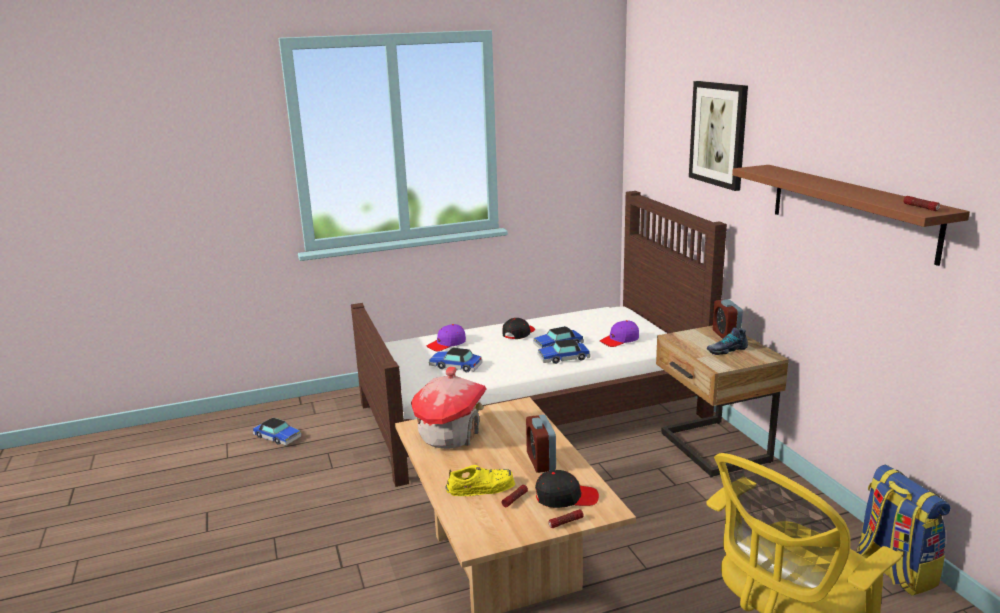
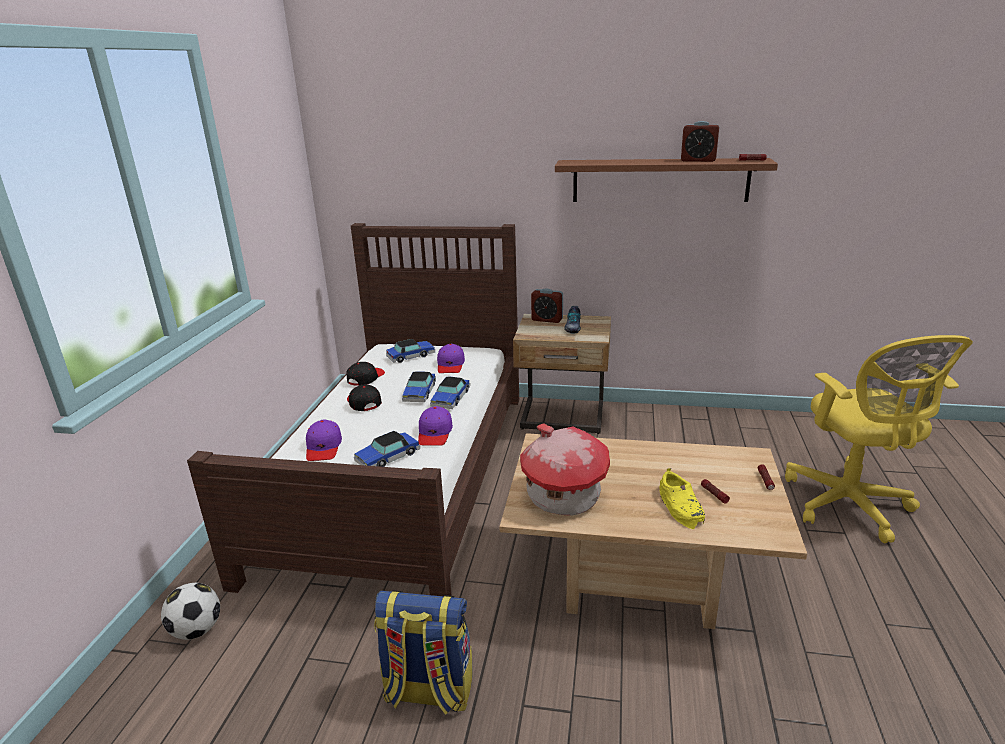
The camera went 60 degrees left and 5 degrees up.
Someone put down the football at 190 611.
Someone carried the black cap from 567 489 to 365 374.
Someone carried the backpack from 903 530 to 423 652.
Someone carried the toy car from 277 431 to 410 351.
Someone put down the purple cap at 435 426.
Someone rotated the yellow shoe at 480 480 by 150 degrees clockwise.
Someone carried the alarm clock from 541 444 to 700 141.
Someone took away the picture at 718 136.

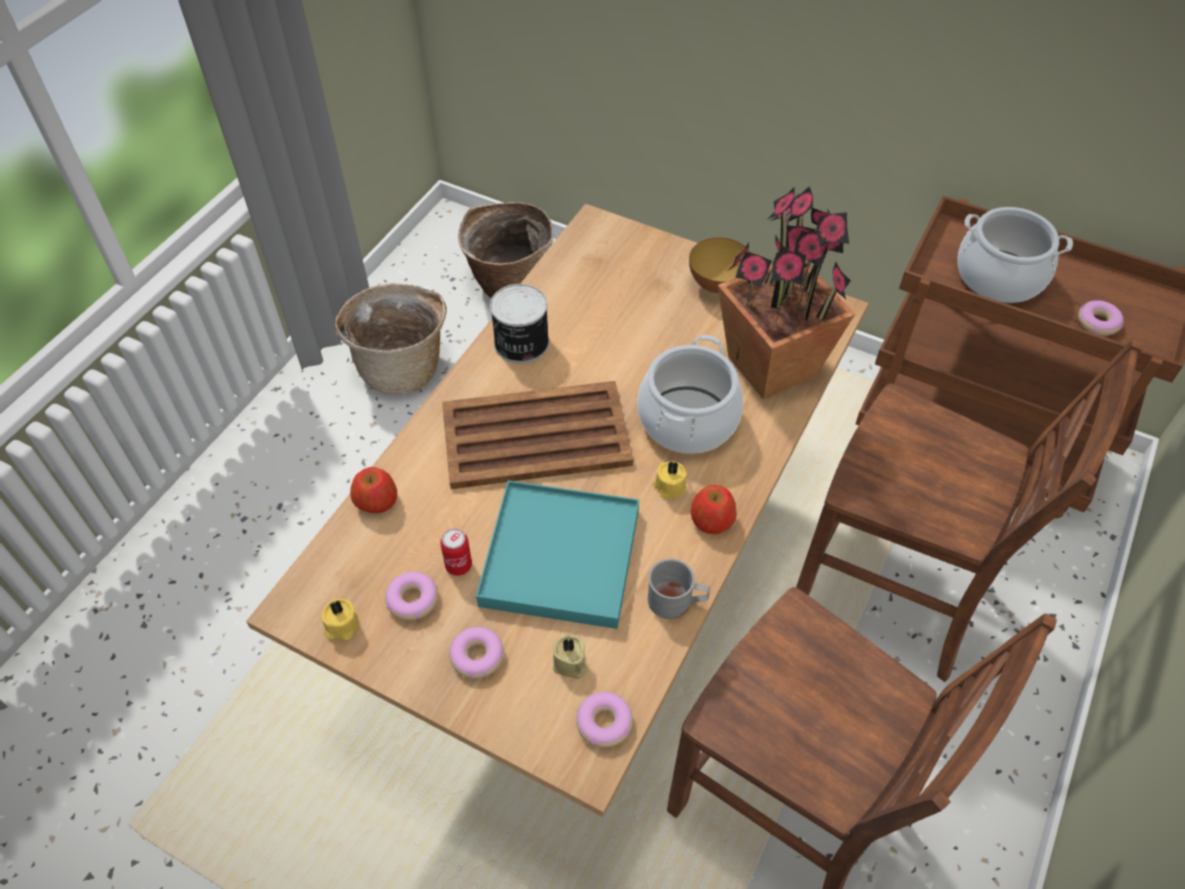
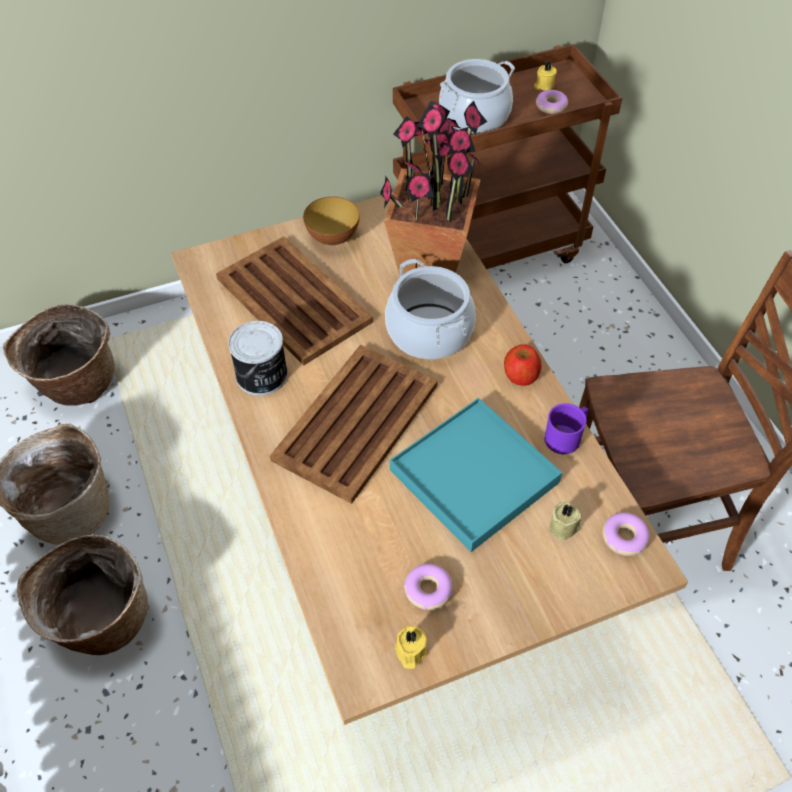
The camera went 50 degrees left and 0 degrees up.
Someone put down the basket at 82 595.
Someone put down the brown tray at 294 300.
Someone carried the yellow candle from 670 480 to 545 75.
Someone repainted the grey mug at 679 589, which became the purple mug at 566 428.
Someone took away the apple at 373 490.
Someone took away the can at 456 552.
Someone took away the donut at 476 653.
Someone took away the brown chair at 969 511.

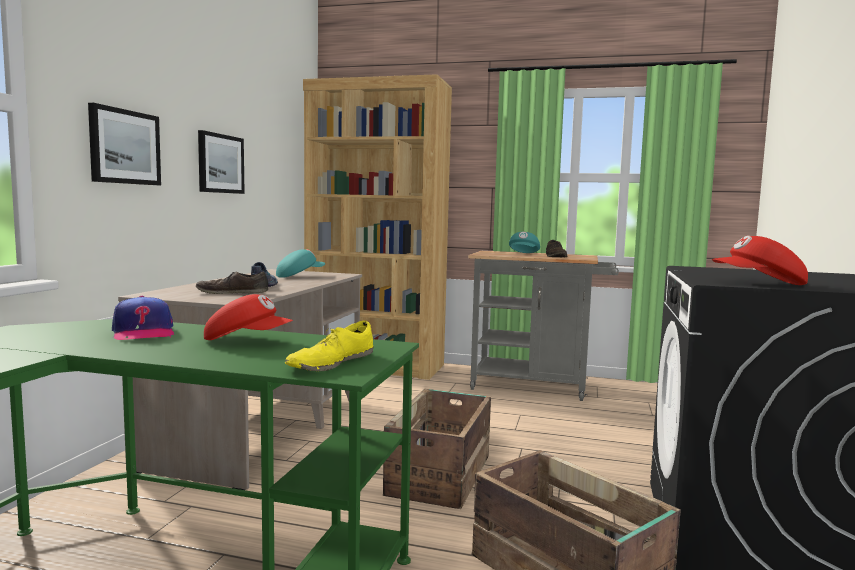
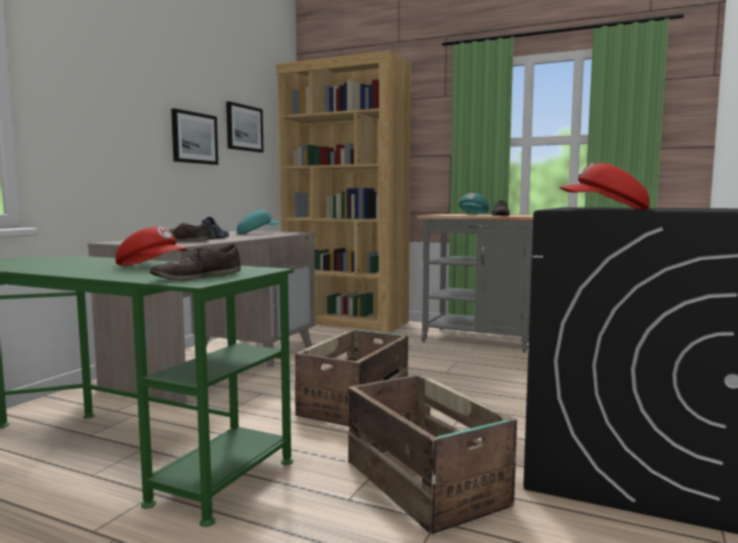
The camera went 10 degrees right and 0 degrees up.
Someone repainted the yellow shoe at 329 345, which became the brown shoe at 195 262.
Someone carried the picture from 124 144 to 245 126.
Someone took away the cap at 143 317.

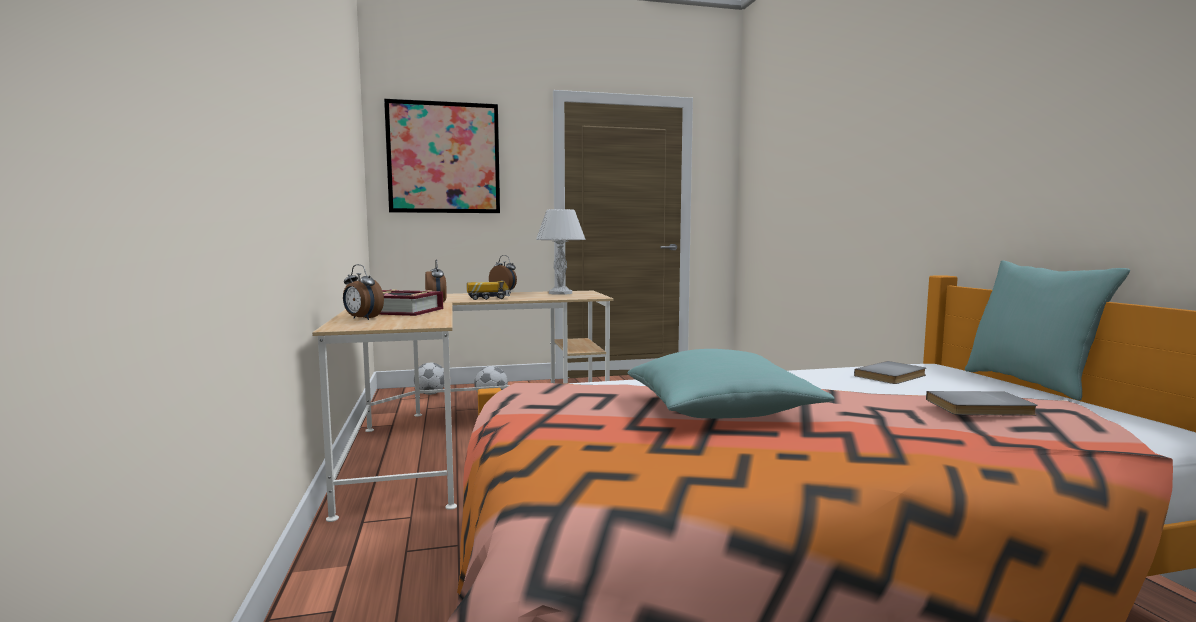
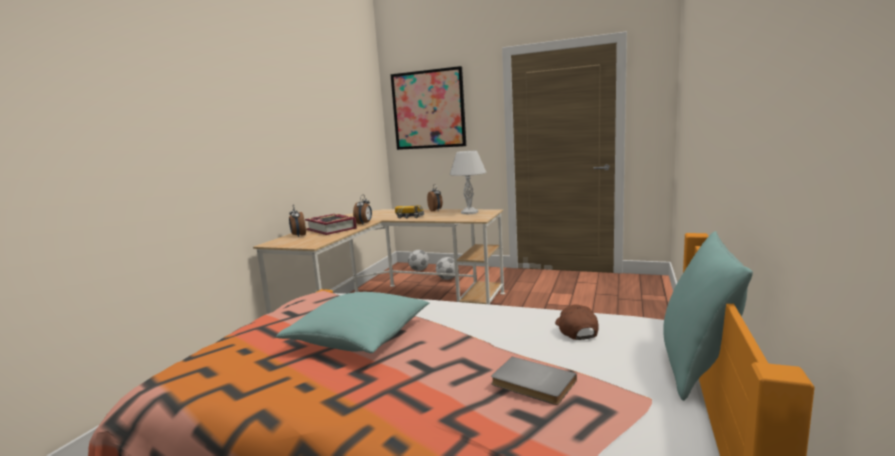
The camera went 35 degrees right and 5 degrees up.
Someone swapped the grey book at 890 372 for the brown cap at 577 322.

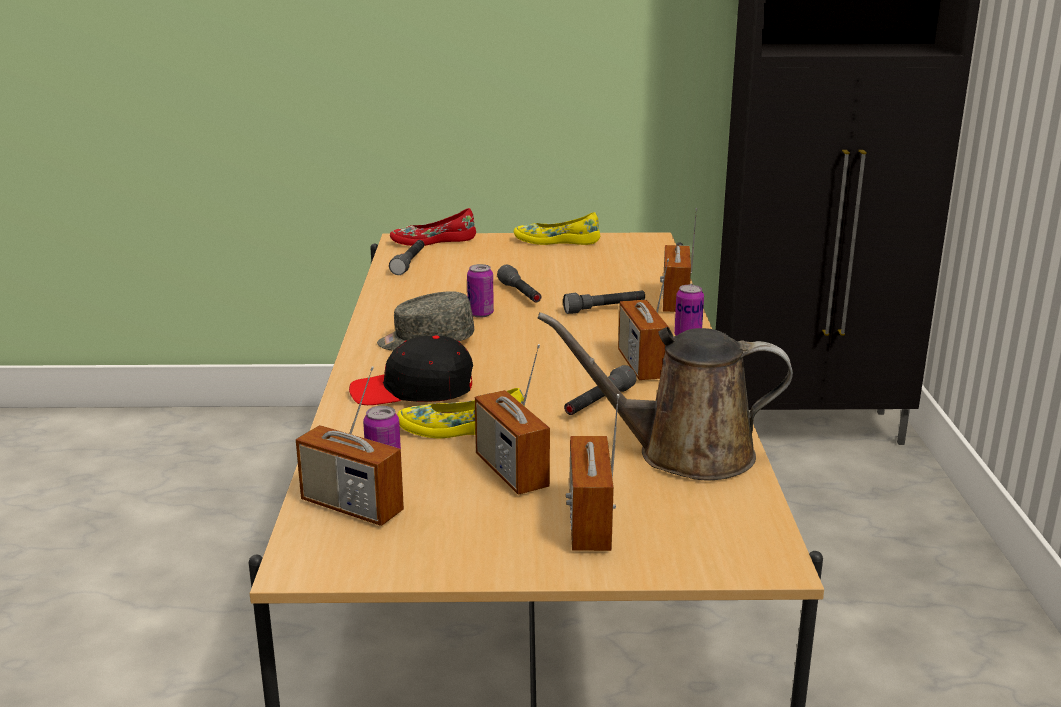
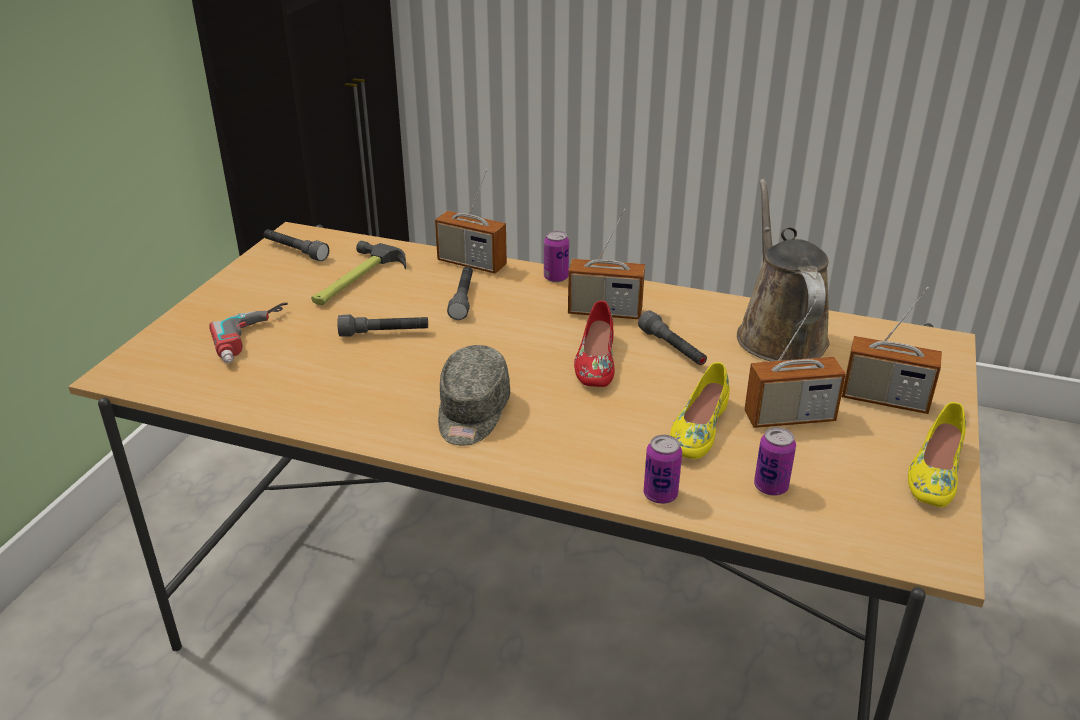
The camera went 70 degrees left and 10 degrees up.
Someone put down the power drill at 248 333.
Someone carried the grey flashlight from 406 257 to 296 245.
Someone put down the hammer at 358 273.
Someone carried the red shoe from 433 227 to 594 344.
Someone carried the can from 480 290 to 663 469.
Someone rotated the brown watering can at 665 396 by 150 degrees clockwise.
Someone carried the yellow shoe from 557 228 to 937 454.
Someone took away the radio at 350 446.
Someone took away the black cap at 411 370.

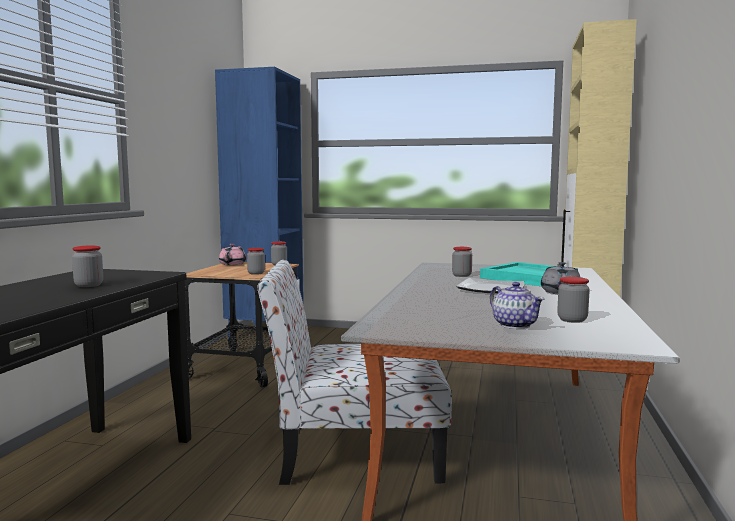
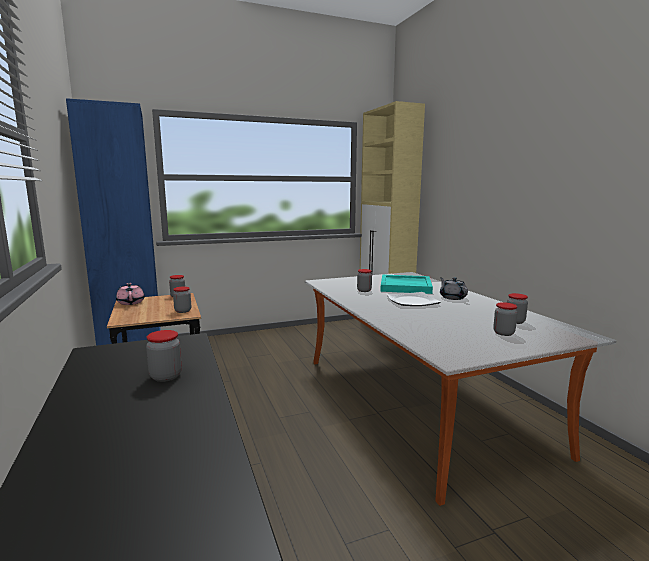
The camera went 35 degrees left and 5 degrees up.
Someone swapped the teapot at 517 305 for the jar at 505 319.
Someone took away the chair at 355 372.

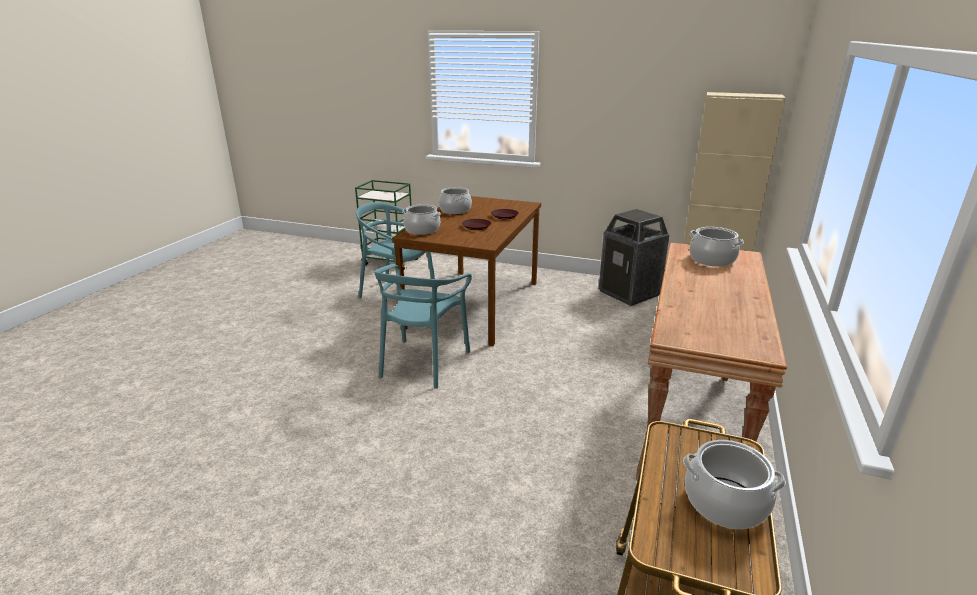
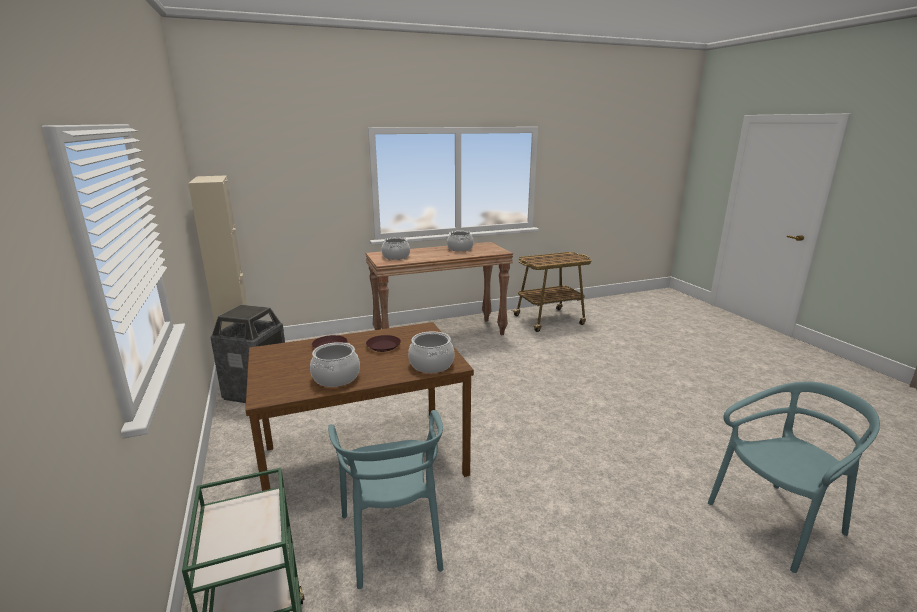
The camera went 130 degrees left and 5 degrees down.
Someone carried the cooking pot from 734 484 to 460 241.
Someone carried the turquoise chair from 423 326 to 794 477.

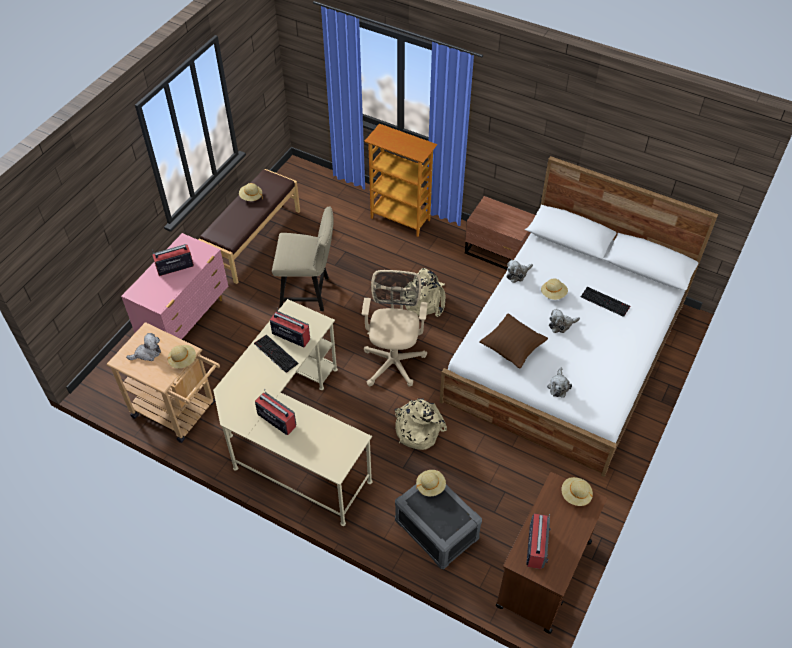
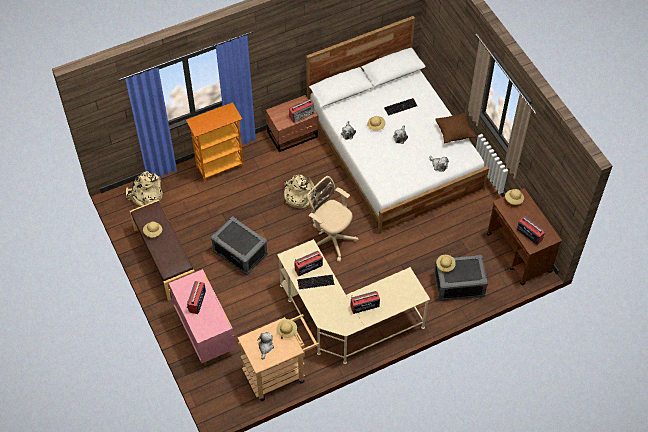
The camera went 55 degrees left and 5 degrees up.
Someone carried the beige backpack from 421 424 to 144 188.
Someone swapped the beige chair at 303 258 for the grey storage box at 239 245.
Someone put down the radio at 301 111.
Someone carried the brown pillow from 514 341 to 455 127.

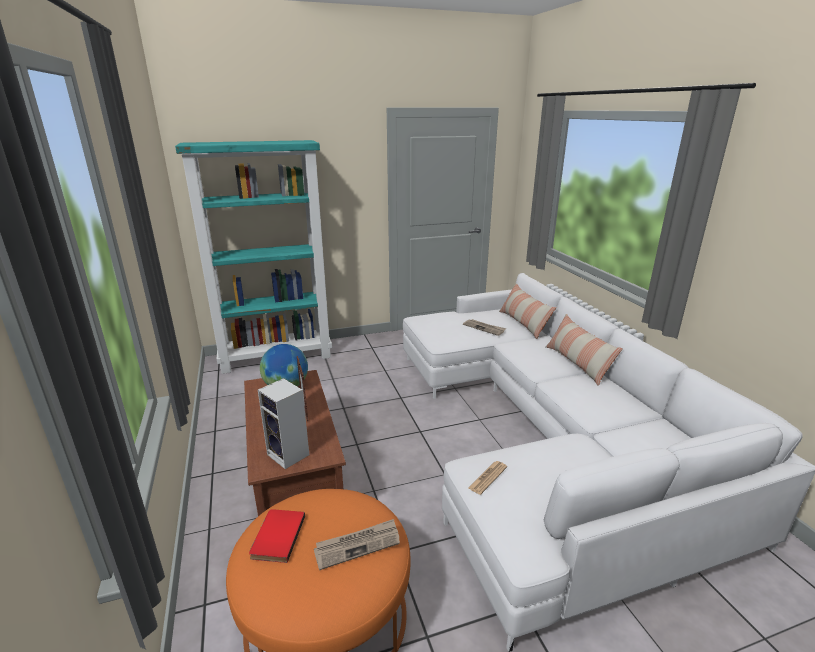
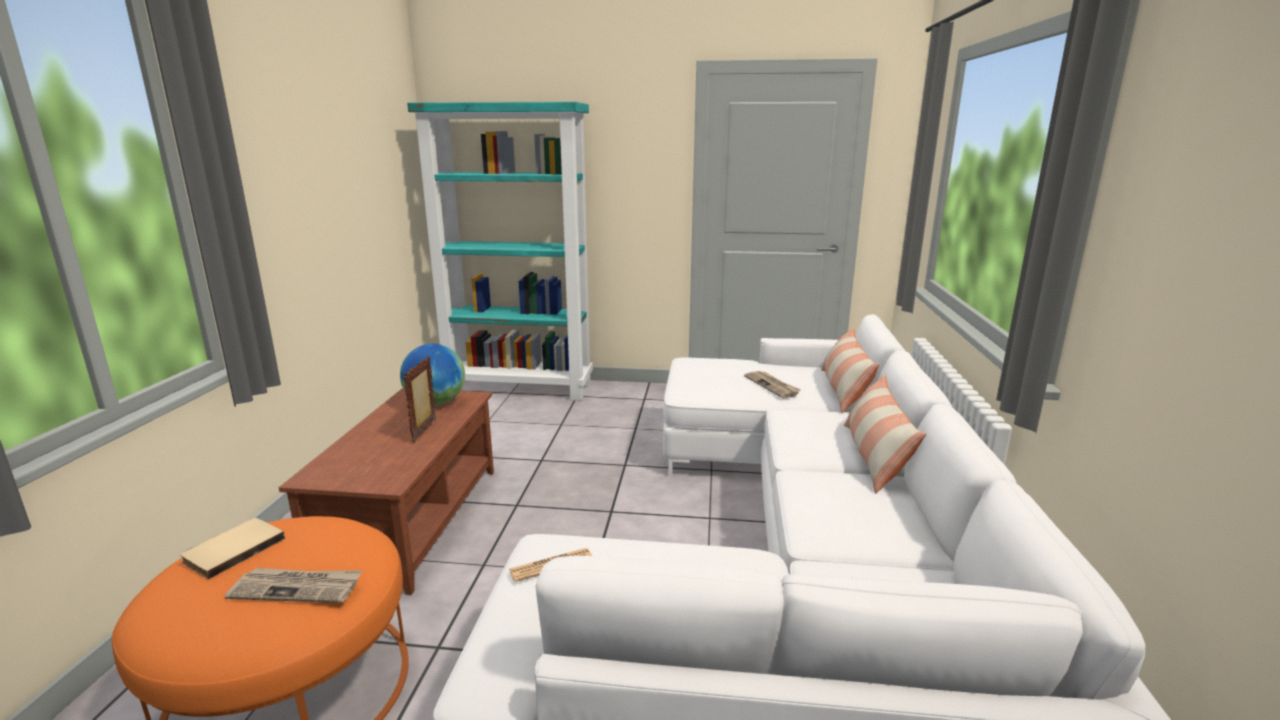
The camera went 25 degrees right and 5 degrees down.
Someone repainted the red book at 277 536, which became the beige book at 232 548.
Someone took away the speaker at 283 423.

